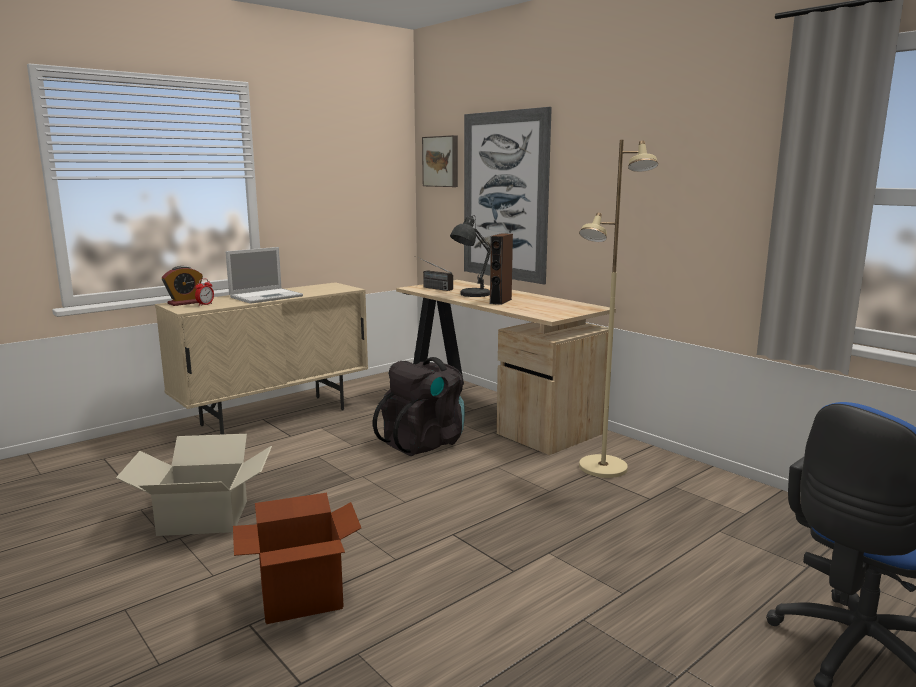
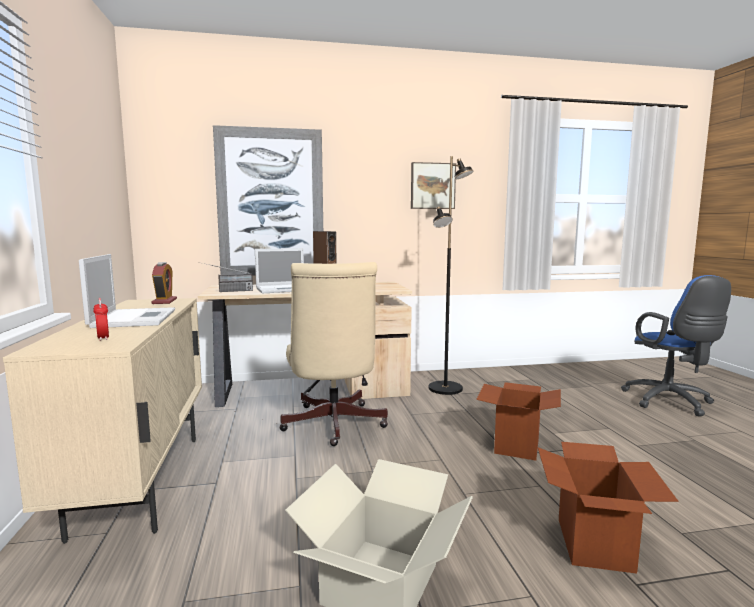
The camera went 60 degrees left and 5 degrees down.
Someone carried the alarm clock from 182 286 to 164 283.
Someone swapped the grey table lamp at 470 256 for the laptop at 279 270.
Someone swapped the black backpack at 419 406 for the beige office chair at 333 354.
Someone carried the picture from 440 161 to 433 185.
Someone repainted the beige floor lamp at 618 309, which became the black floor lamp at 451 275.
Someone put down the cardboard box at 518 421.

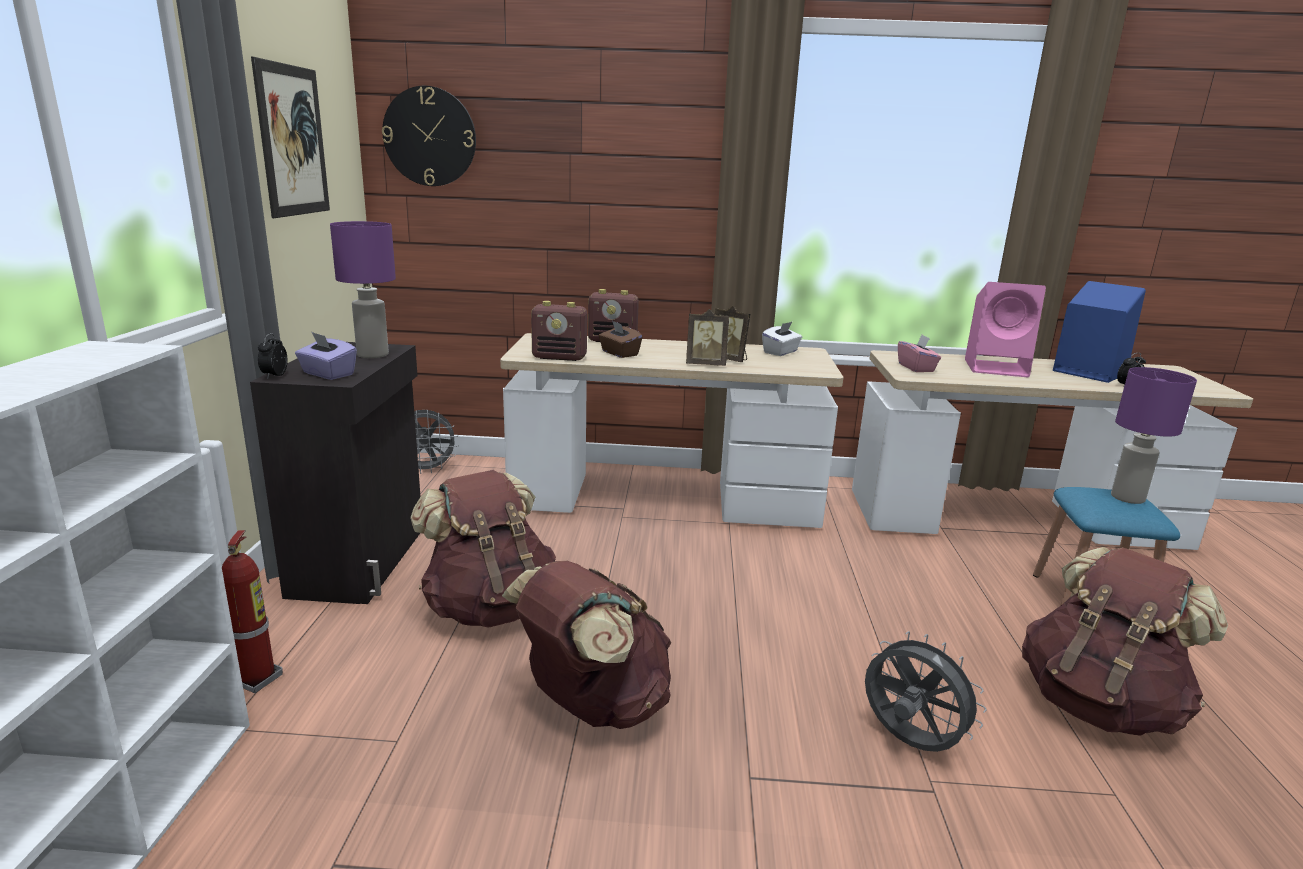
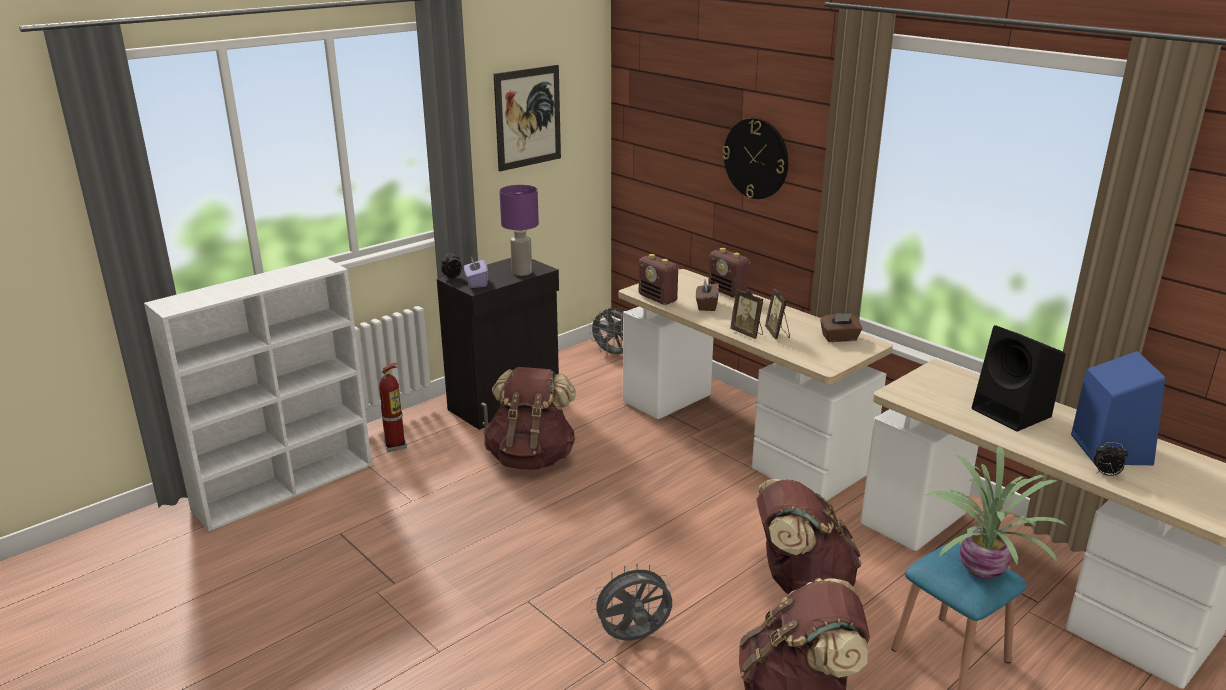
The camera went 45 degrees right and 5 degrees up.
Someone rotated the grey fan at 926 691 by 105 degrees counterclockwise.
Someone carried the wall clock from 429 136 to 755 158.
Someone carried the brown backpack from 586 645 to 809 536.
Someone repainted the white tissue box at 782 339, which became the brown tissue box at 841 328.
Someone swapped the purple table lamp at 1154 435 for the potted plant at 996 512.
Someone repainted the pink speaker at 1005 329, which became the black speaker at 1019 378.
Someone took away the pink tissue box at 919 353.

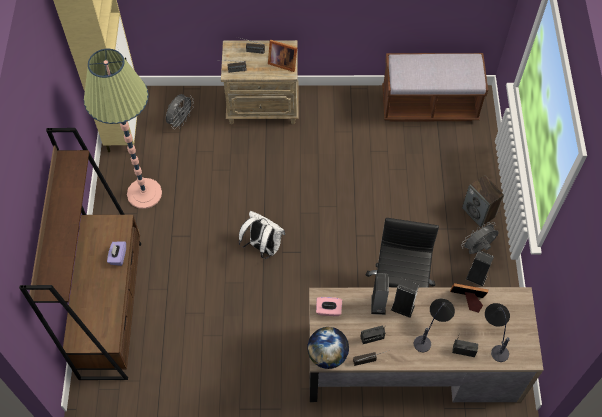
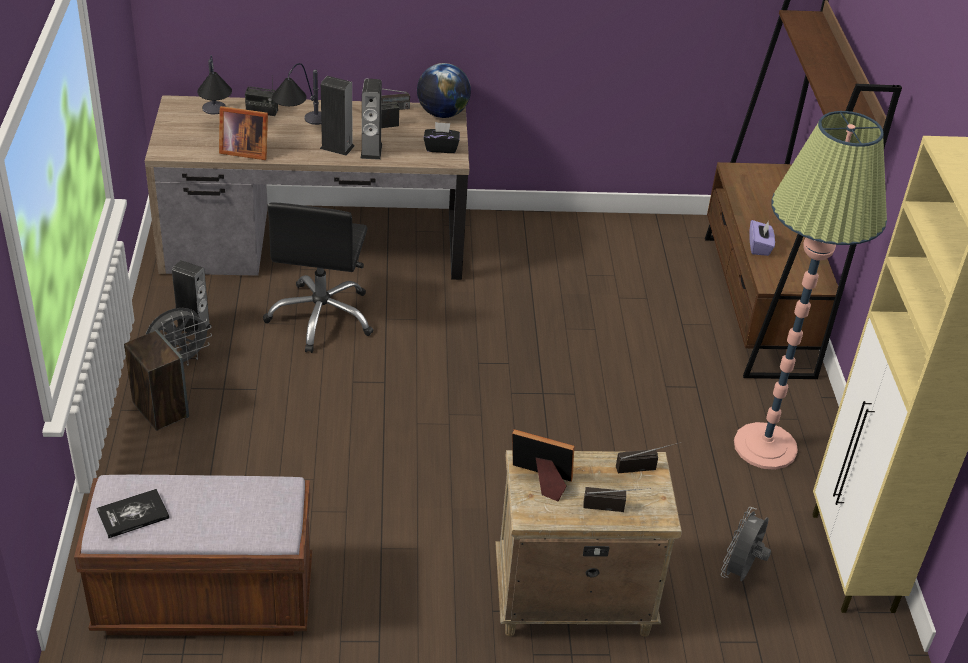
The camera went 175 degrees right and 20 degrees down.
Someone put down the book at 133 514.
Someone repainted the pink tissue box at 329 306, which became the black tissue box at 442 137.
Someone took away the white backpack at 262 235.

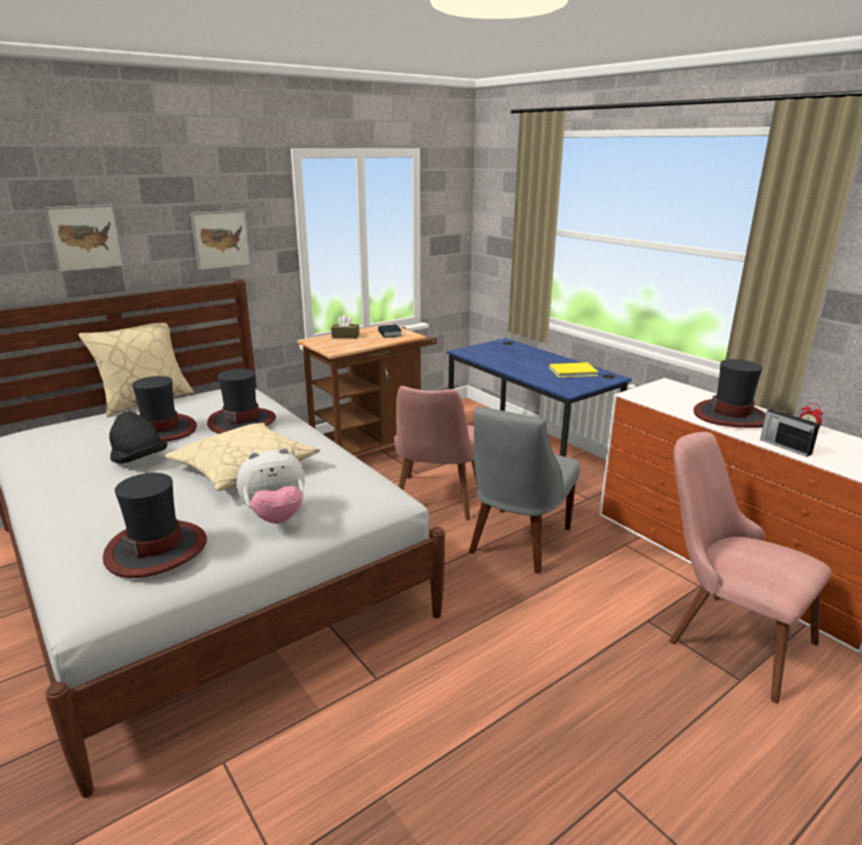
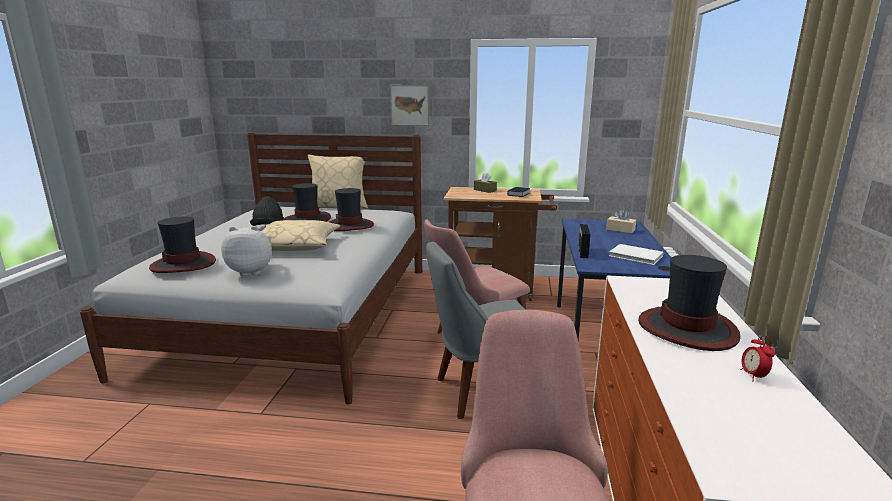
The camera went 45 degrees right and 5 degrees down.
Someone rotated the plush toy at 271 485 by 150 degrees clockwise.
Someone carried the radio from 790 433 to 584 241.
Someone put down the beige tissue box at 621 221.
Someone repainted the yellow book at 573 370, which became the white book at 636 254.
Someone took away the picture at 84 238.

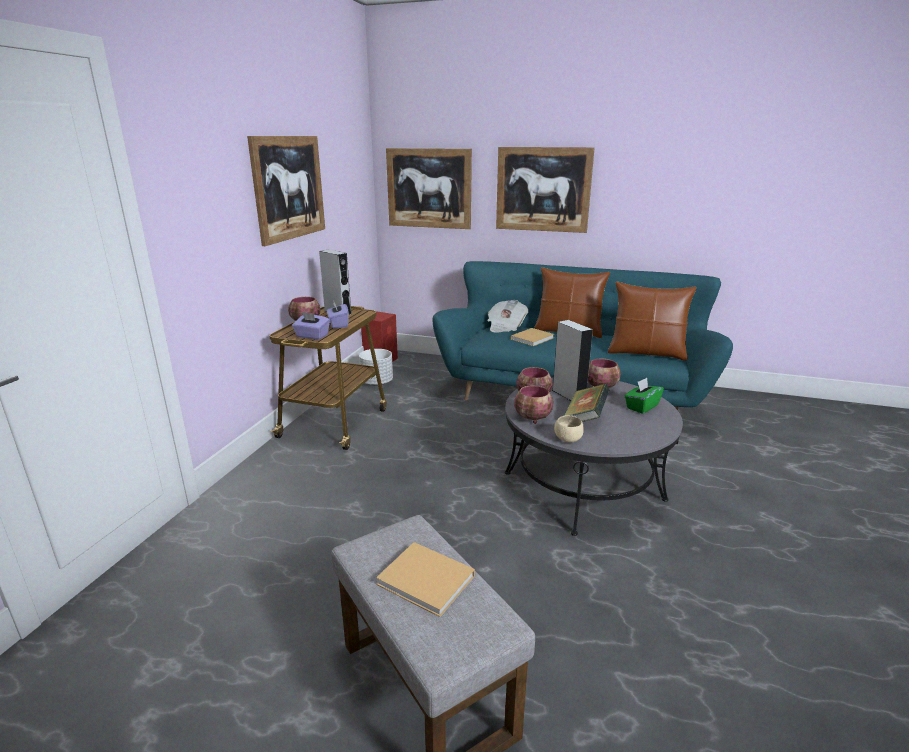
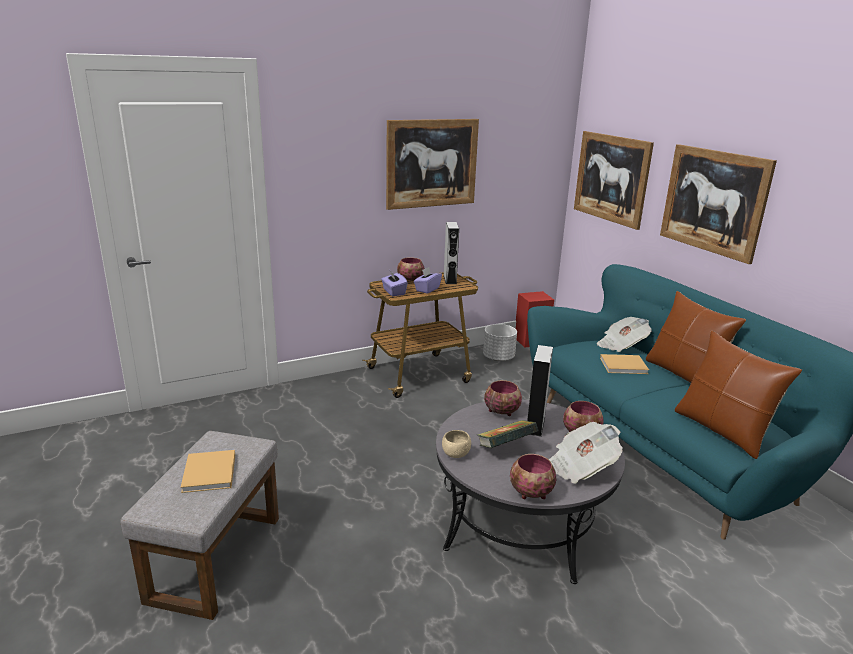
The camera went 45 degrees right and 0 degrees up.
Someone carried the bowl from 533 405 to 533 476.
Someone swapped the green tissue box at 644 396 for the newspaper at 585 452.

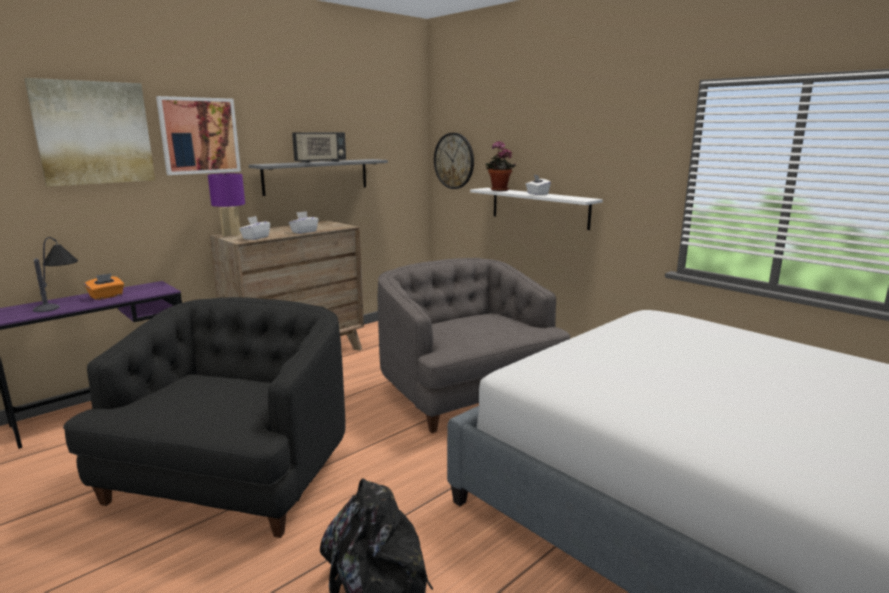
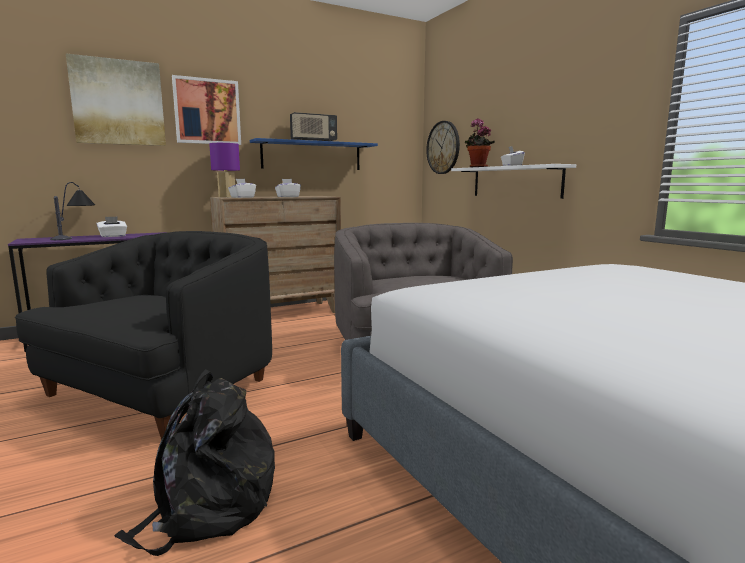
The camera went 15 degrees right and 5 degrees down.
Someone repainted the orange tissue box at 104 286, which became the white tissue box at 112 226.
Someone repainted the grey shelf at 318 177, which became the blue shelf at 314 154.

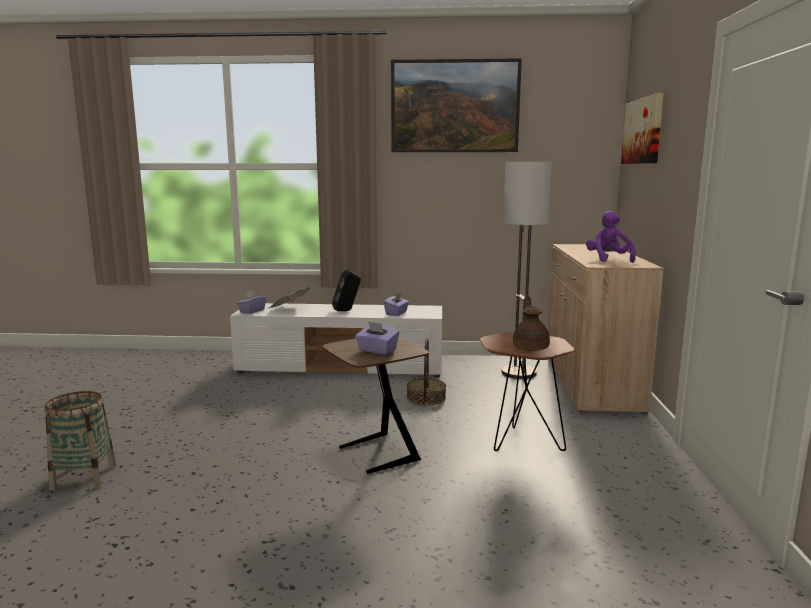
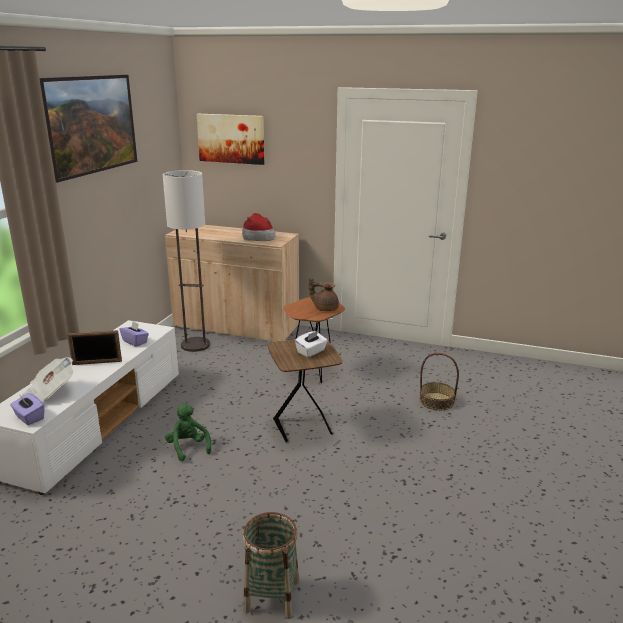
The camera went 75 degrees left and 10 degrees up.
Someone swapped the black speaker at 346 290 for the picture frame at 94 347.
Someone put down the green plush toy at 188 433.
Someone swapped the purple plush toy at 611 237 for the hat at 258 227.
Someone repainted the purple tissue box at 377 338, which became the white tissue box at 311 344.
Someone carried the basket from 426 372 to 439 381.

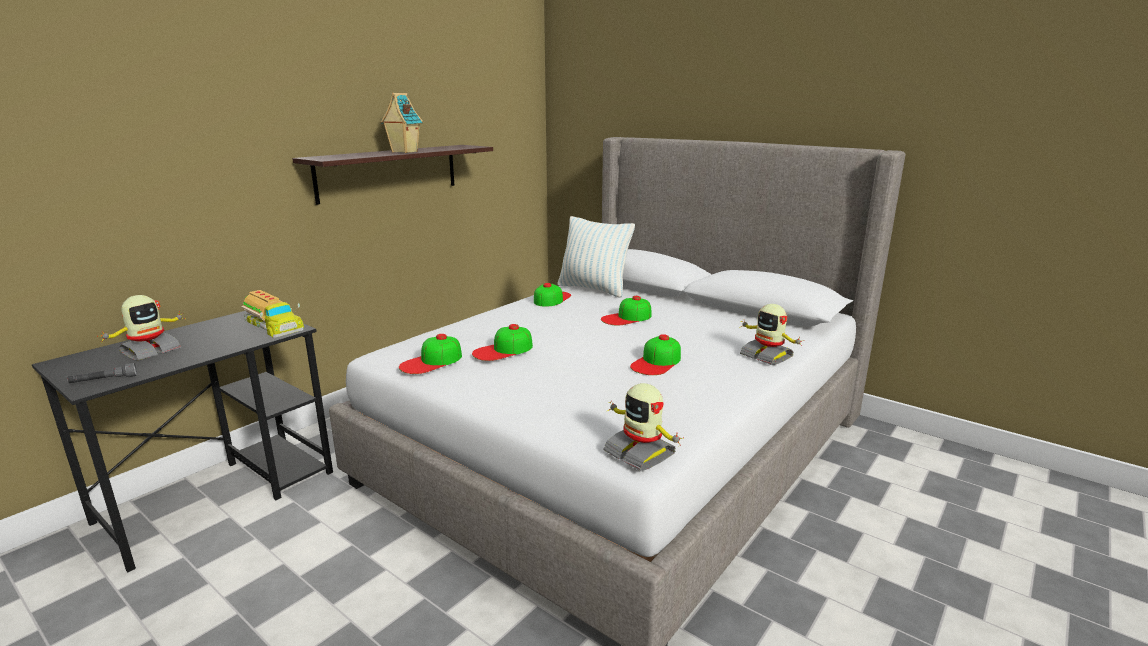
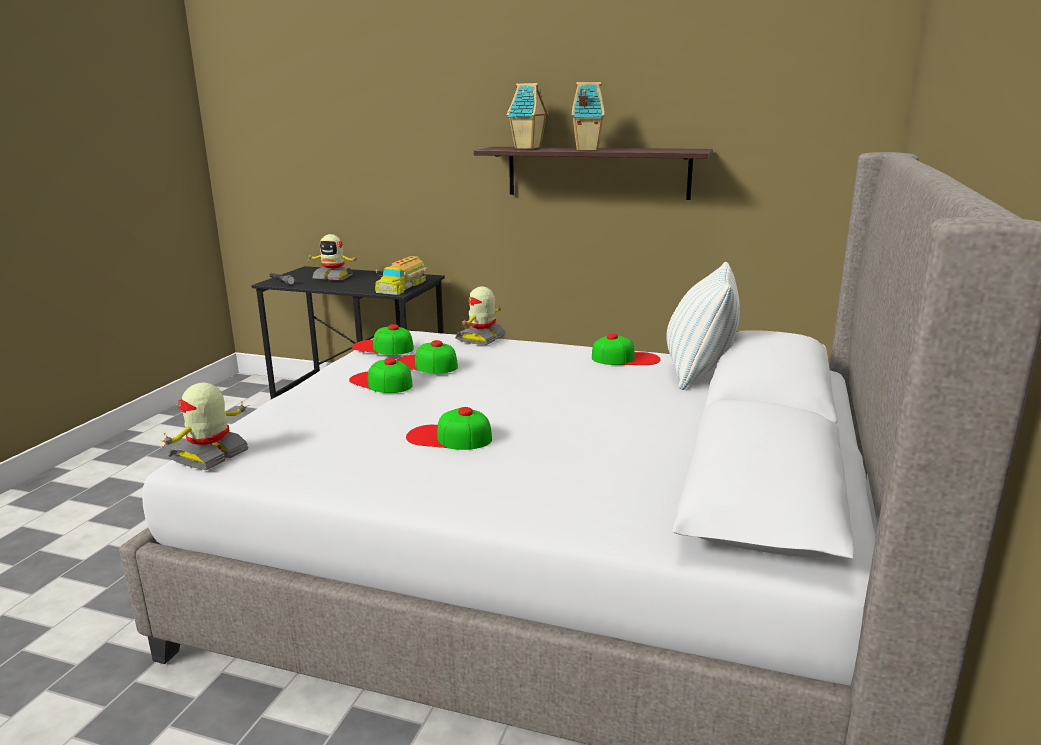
The camera went 70 degrees right and 0 degrees up.
Someone carried the cap from 626 311 to 381 375.
Someone carried the toy robot from 770 334 to 480 315.
Someone put down the toy house at 527 116.

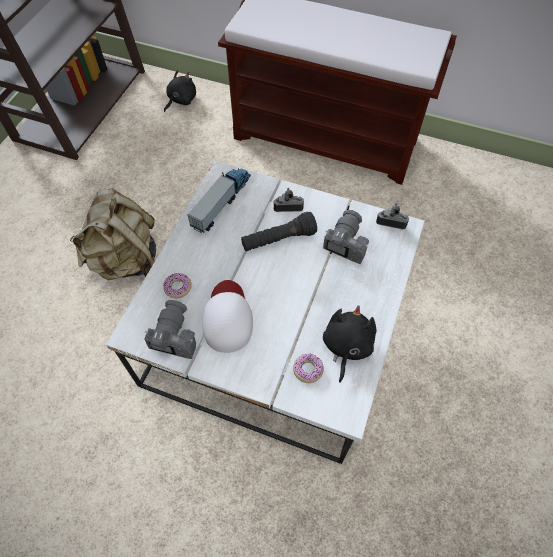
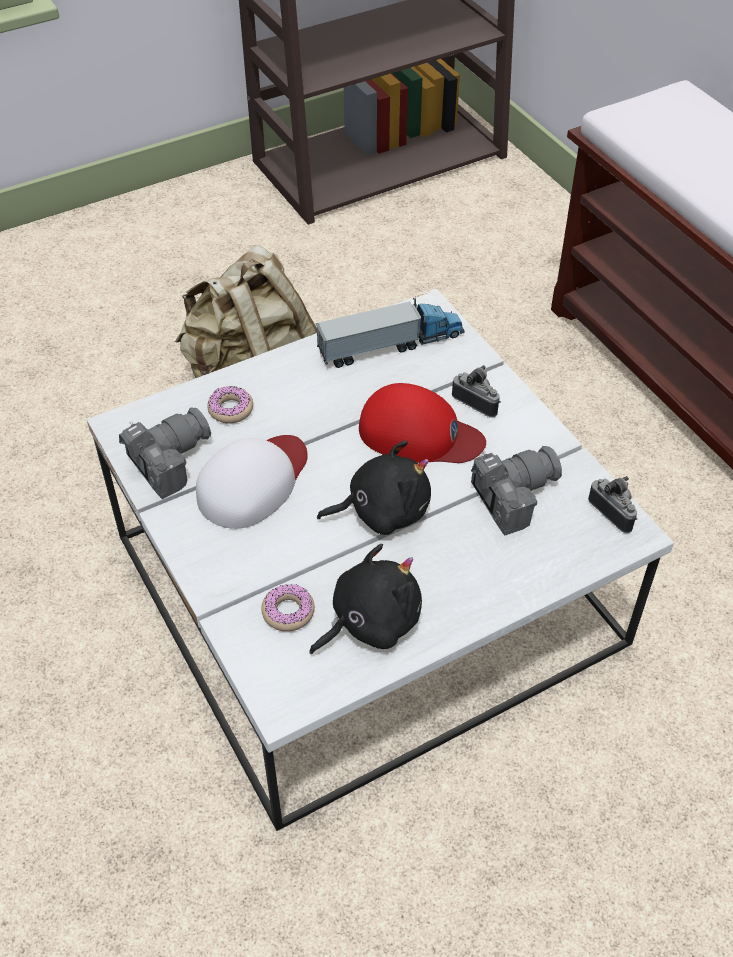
The camera went 40 degrees right and 10 degrees down.
Someone carried the black plush toy from 180 91 to 374 487.
Someone swapped the black flashlight at 279 231 for the red cap at 422 423.

